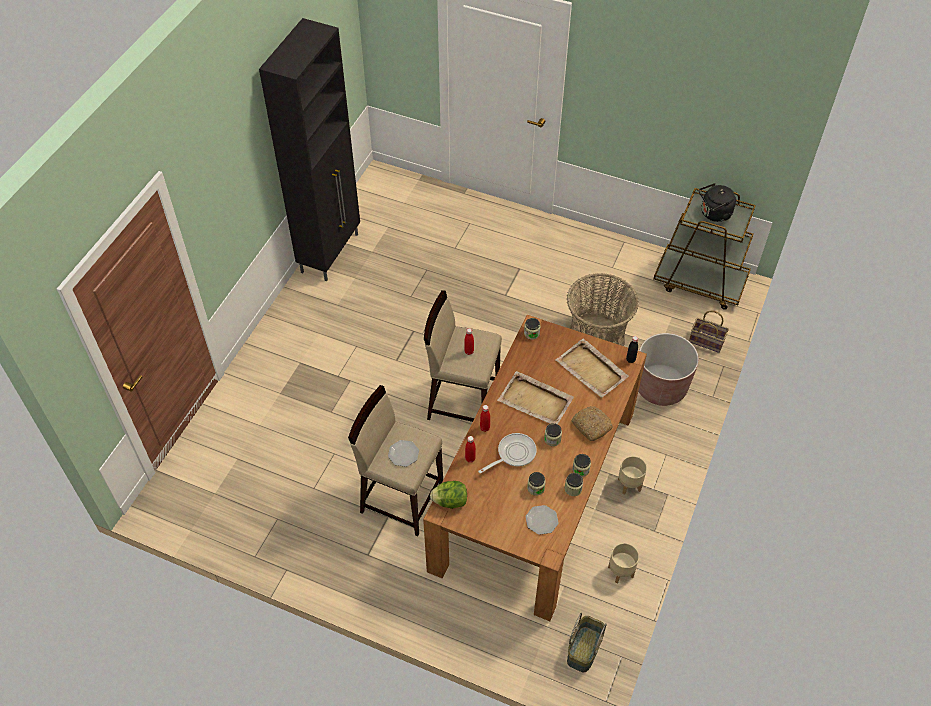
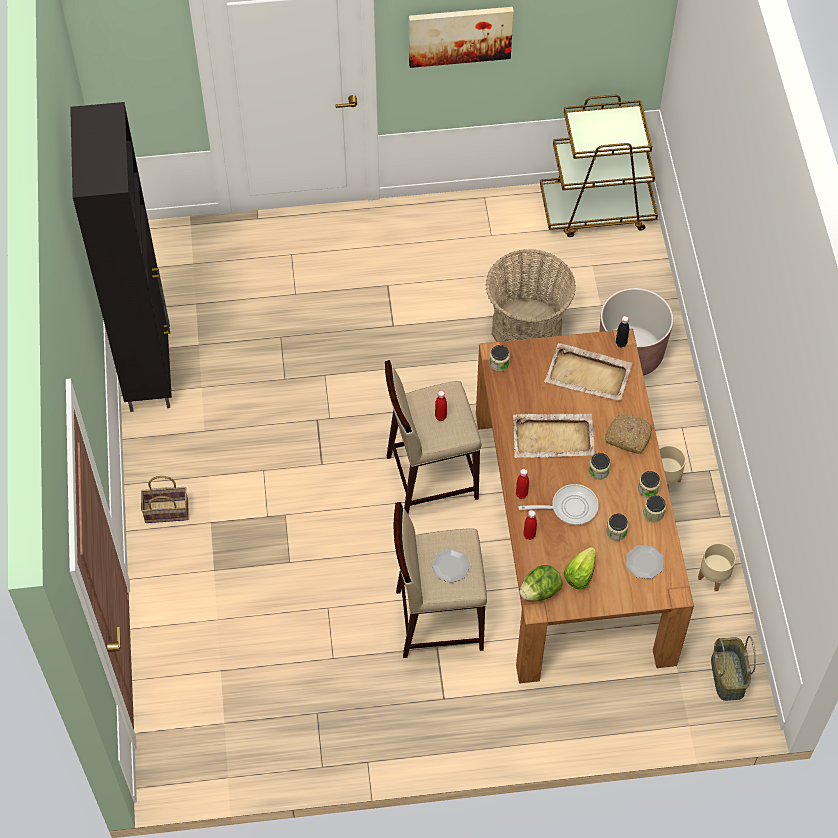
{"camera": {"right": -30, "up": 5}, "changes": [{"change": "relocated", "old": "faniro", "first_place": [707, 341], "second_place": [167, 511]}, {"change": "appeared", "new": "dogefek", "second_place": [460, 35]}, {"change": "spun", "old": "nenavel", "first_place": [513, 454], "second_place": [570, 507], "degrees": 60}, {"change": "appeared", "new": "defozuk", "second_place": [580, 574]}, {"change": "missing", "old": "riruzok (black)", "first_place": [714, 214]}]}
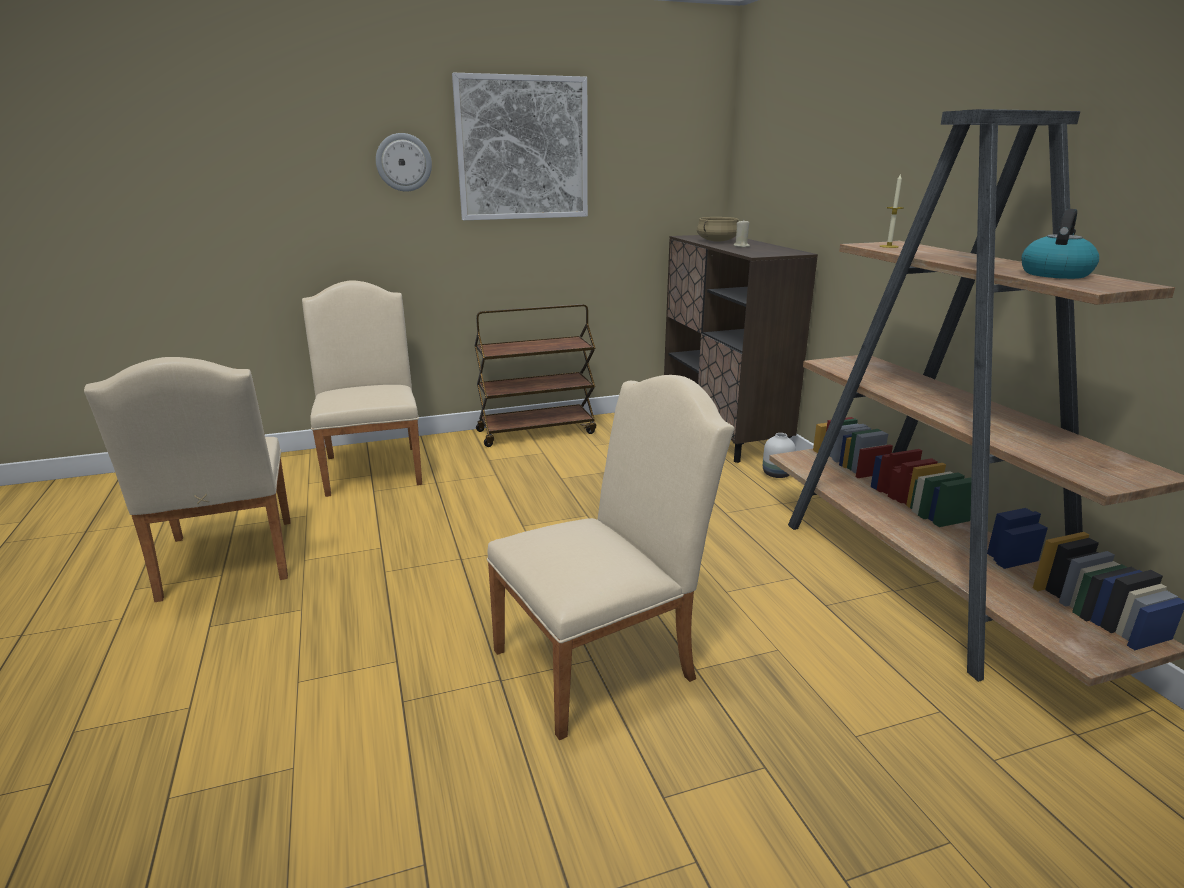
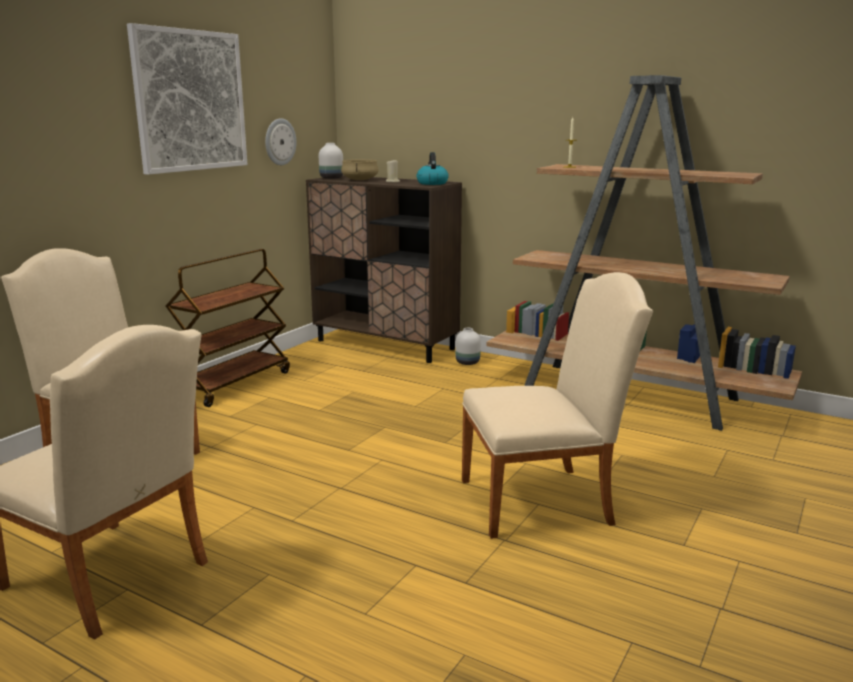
{"camera": {"right": -40, "up": -5}, "changes": [{"change": "relocated", "old": "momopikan", "first_place": [403, 162], "second_place": [279, 142]}, {"change": "appeared", "new": "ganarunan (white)", "second_place": [331, 178]}, {"change": "relocated", "old": "riruzok", "first_place": [1055, 274], "second_place": [432, 183]}, {"change": "spun", "old": "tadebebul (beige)", "first_place": [605, 659], "second_place": [545, 500], "degrees": 60}]}
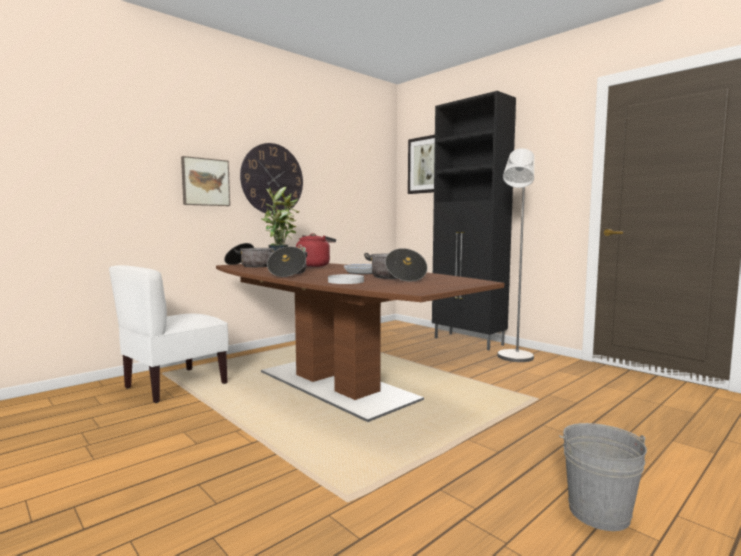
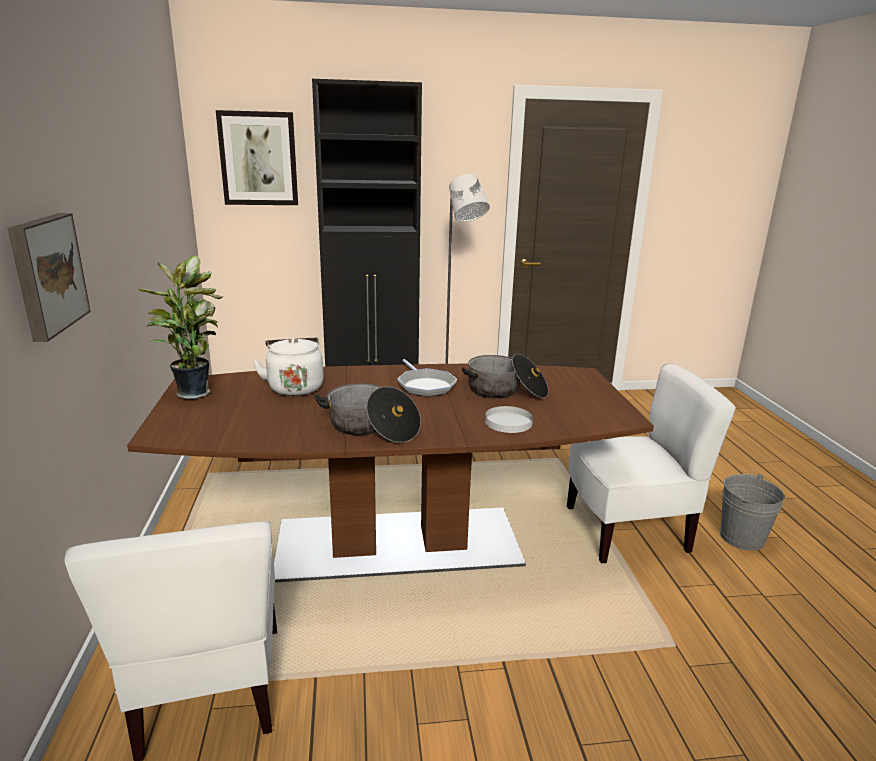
{"camera": {"right": -55, "up": 15}, "changes": [{"change": "colour", "old": "riruzok (red)", "new": "riruzok (white)", "first_place": [314, 265], "second_place": [295, 387]}, {"change": "appeared", "new": "tadebebul (white)", "second_place": [627, 531]}, {"change": "missing", "old": "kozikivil", "first_place": [251, 265]}, {"change": "missing", "old": "momopikan", "first_place": [272, 179]}]}
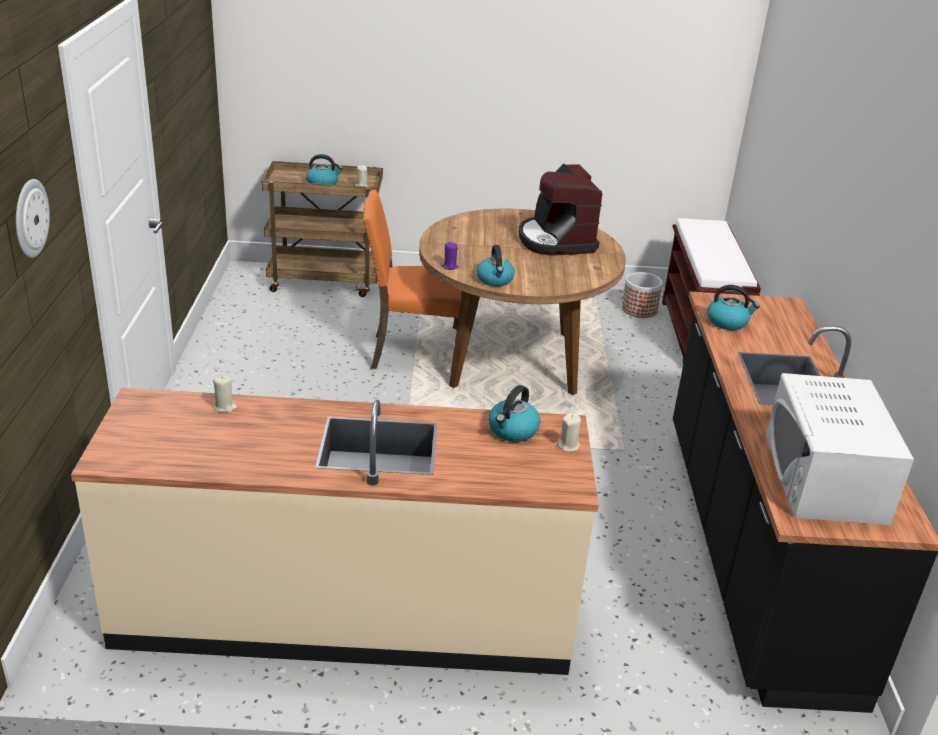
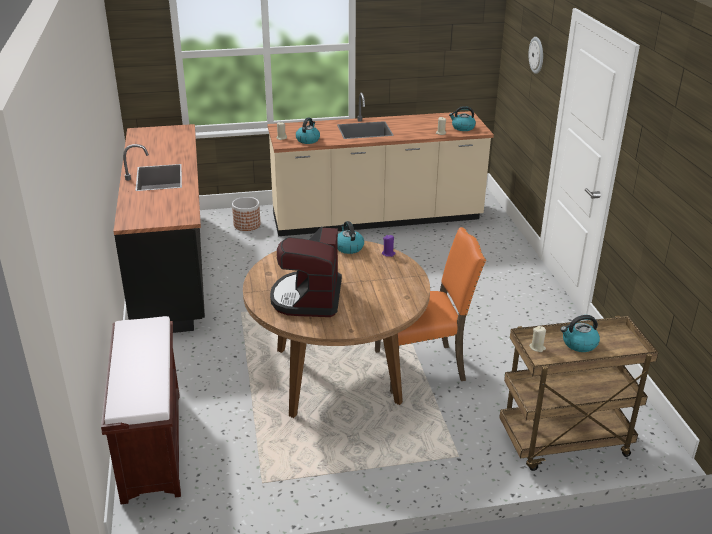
{"camera": {"right": 170, "up": 0}, "changes": [{"change": "relocated", "old": "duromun", "first_place": [639, 310], "second_place": [247, 224]}, {"change": "spun", "old": "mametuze", "first_place": [556, 240], "second_place": [308, 298], "degrees": -150}, {"change": "relocated", "old": "riruzok", "first_place": [728, 322], "second_place": [462, 128]}, {"change": "missing", "old": "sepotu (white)", "first_place": [824, 477]}]}
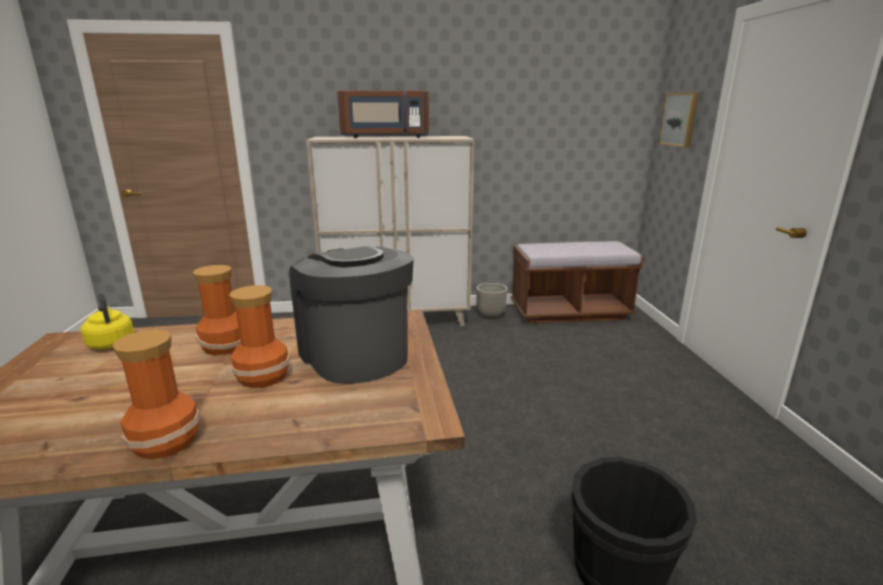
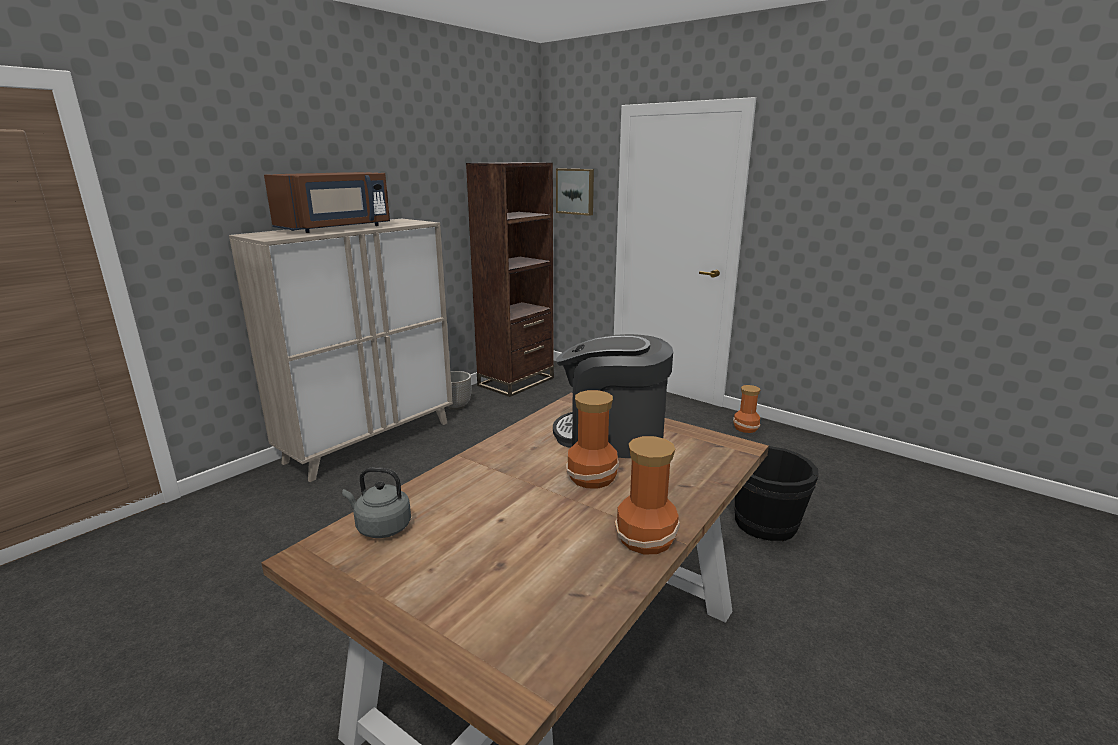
{"camera": {"right": -45, "up": 0}, "changes": [{"change": "colour", "old": "riruzok (yellow)", "new": "riruzok (grey)", "first_place": [111, 342], "second_place": [381, 527]}, {"change": "exchanged", "old": "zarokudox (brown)", "new": "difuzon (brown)", "first_place": [569, 312], "second_place": [516, 382]}, {"change": "relocated", "old": "ganarunan", "first_place": [224, 345], "second_place": [745, 428]}]}
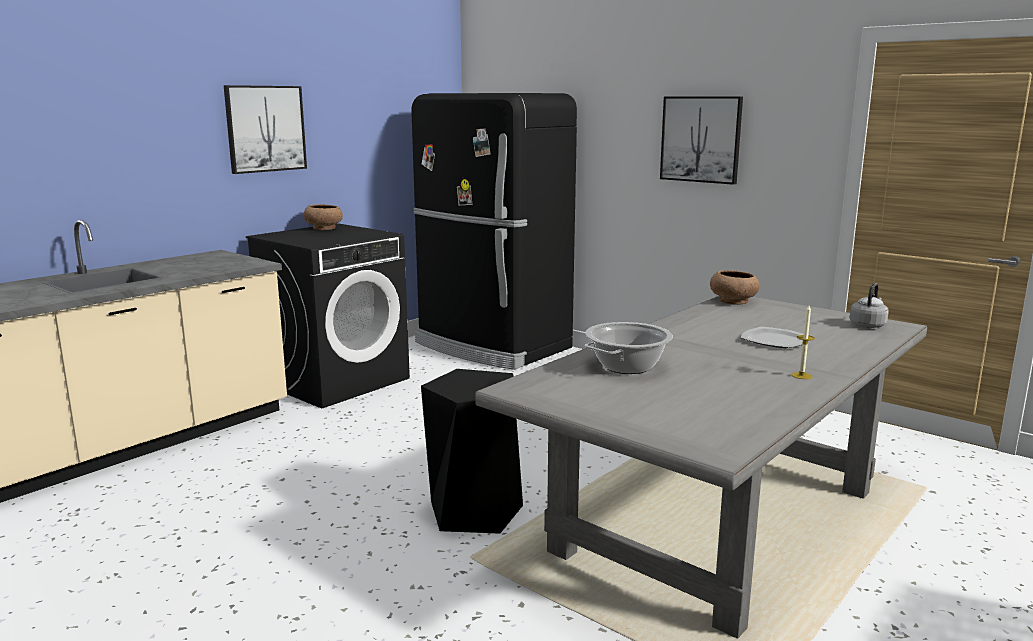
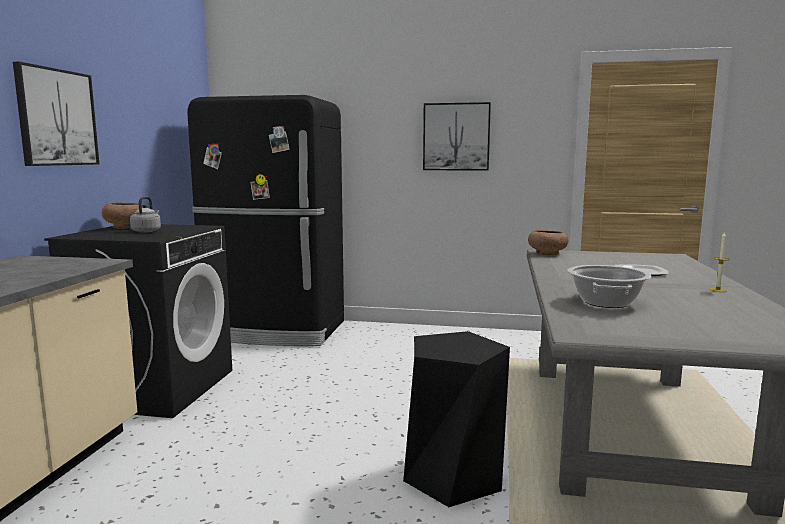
{"camera": {"right": -30, "up": -5}, "changes": [{"change": "relocated", "old": "riruzok (grey)", "first_place": [868, 325], "second_place": [147, 231]}]}
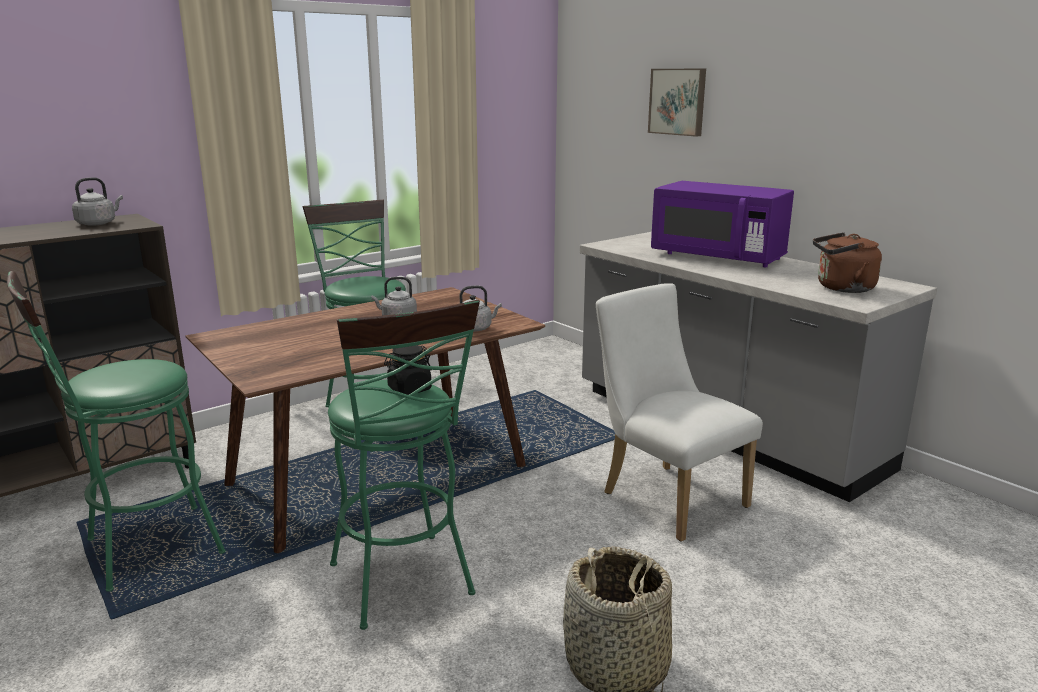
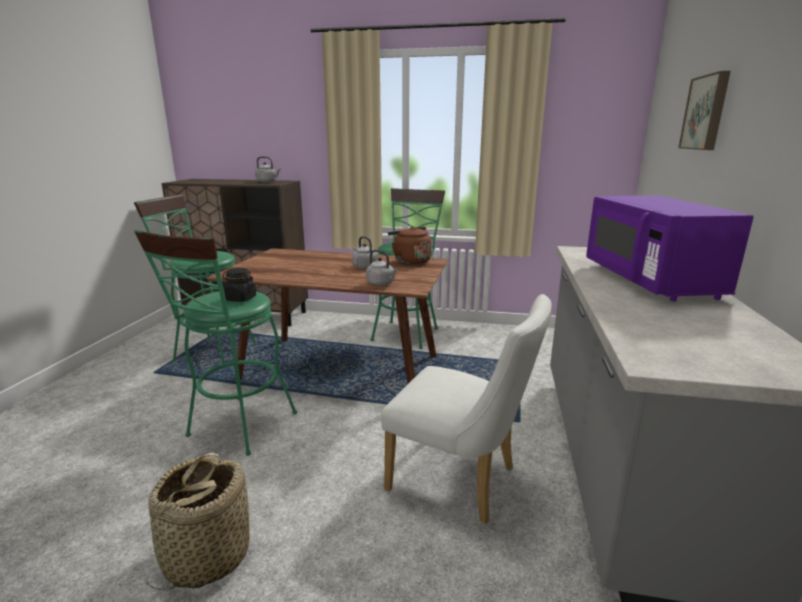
{"camera": {"right": 50, "up": 0}, "changes": [{"change": "spun", "old": "tadebebul (white)", "first_place": [666, 496], "second_place": [461, 481], "degrees": 105}, {"change": "relocated", "old": "riruzok (brown)", "first_place": [842, 288], "second_place": [410, 261]}]}
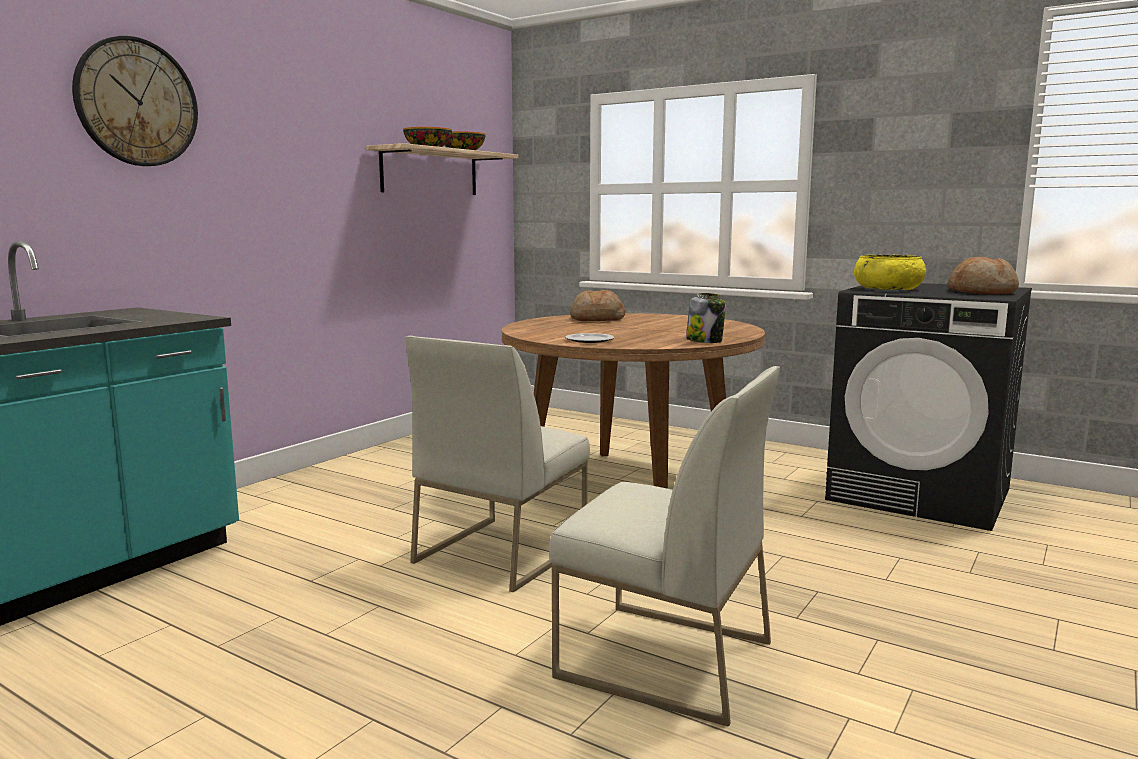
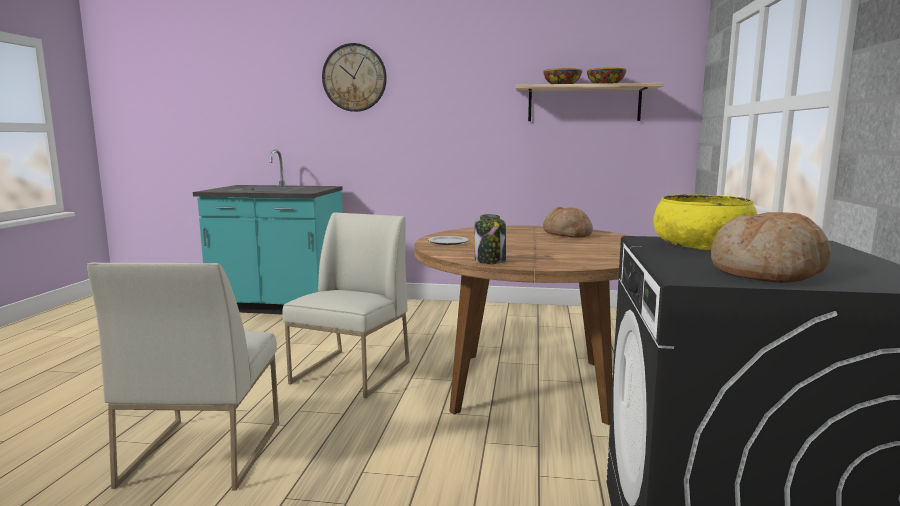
{"camera": {"right": 65, "up": 0}, "changes": [{"change": "spun", "old": "tadebebul (white)", "first_place": [501, 552], "second_place": [352, 373], "degrees": 105}]}
